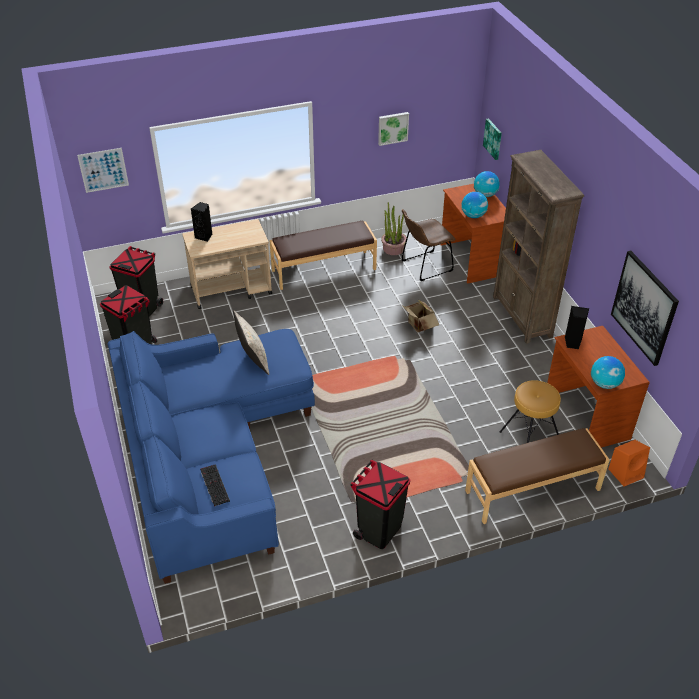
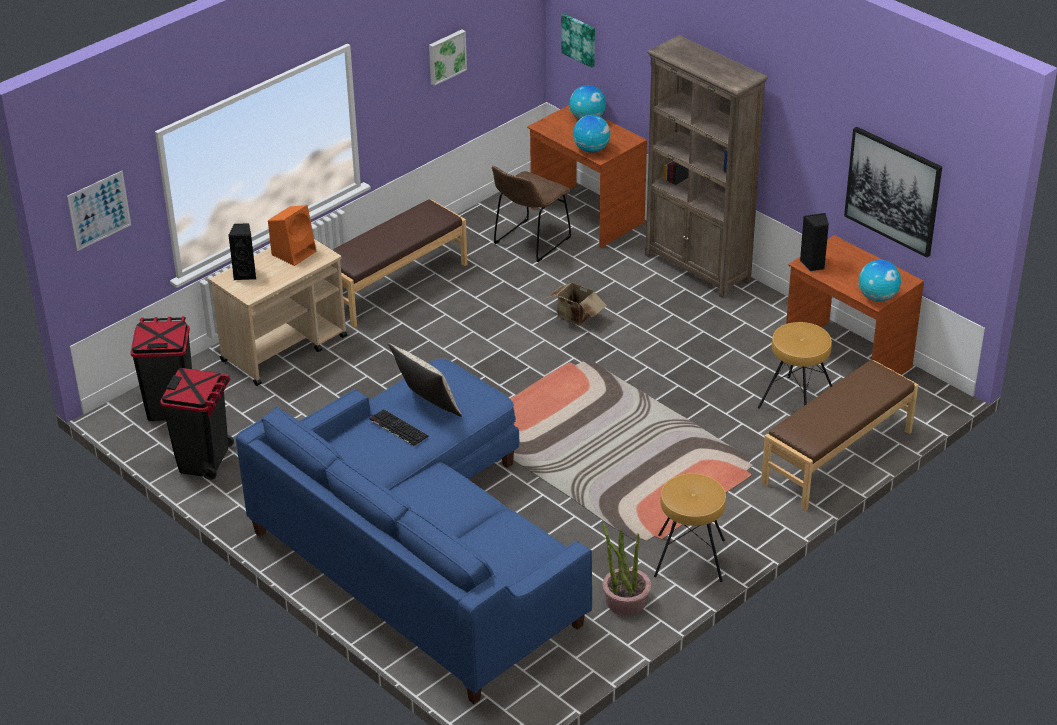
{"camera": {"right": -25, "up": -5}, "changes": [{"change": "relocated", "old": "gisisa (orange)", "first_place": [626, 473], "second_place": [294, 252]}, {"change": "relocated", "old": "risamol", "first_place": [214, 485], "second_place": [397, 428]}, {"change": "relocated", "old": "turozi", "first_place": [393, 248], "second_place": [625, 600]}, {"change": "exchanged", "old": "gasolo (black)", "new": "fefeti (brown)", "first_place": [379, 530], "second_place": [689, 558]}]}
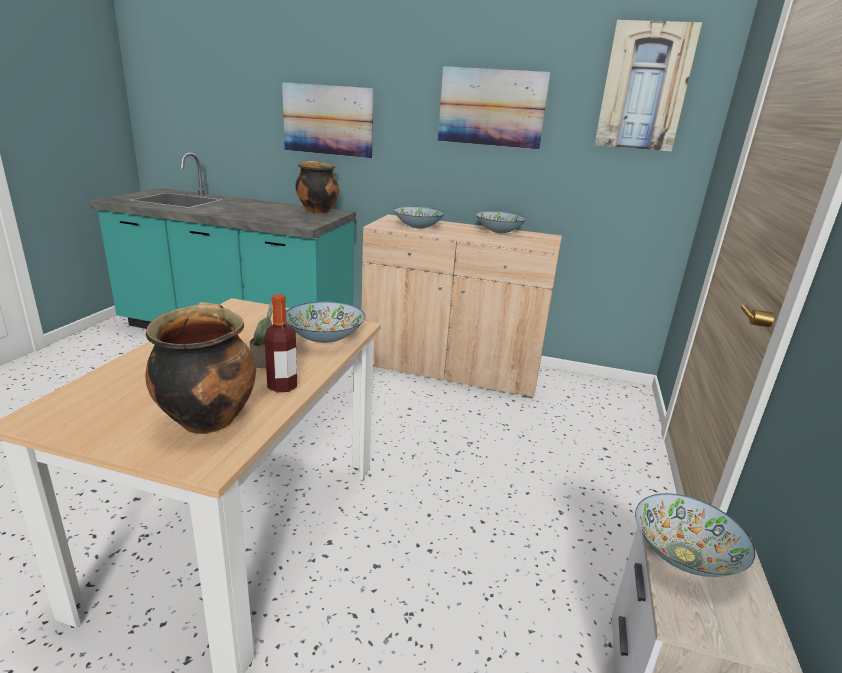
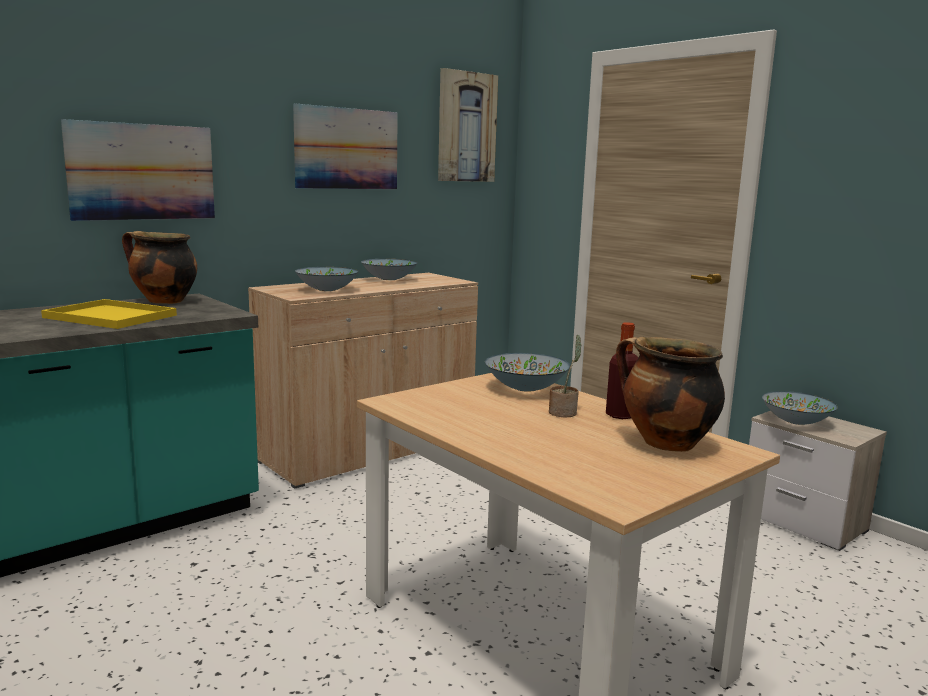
{"camera": {"right": -55, "up": -10}, "changes": [{"change": "appeared", "new": "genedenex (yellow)", "second_place": [113, 316]}]}
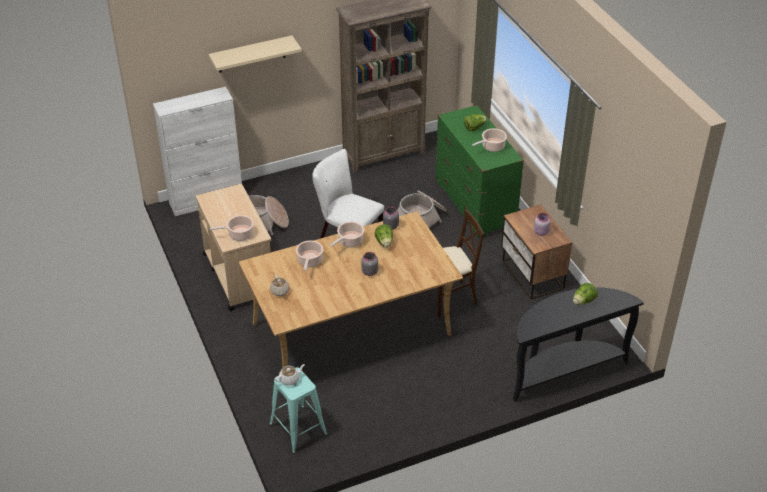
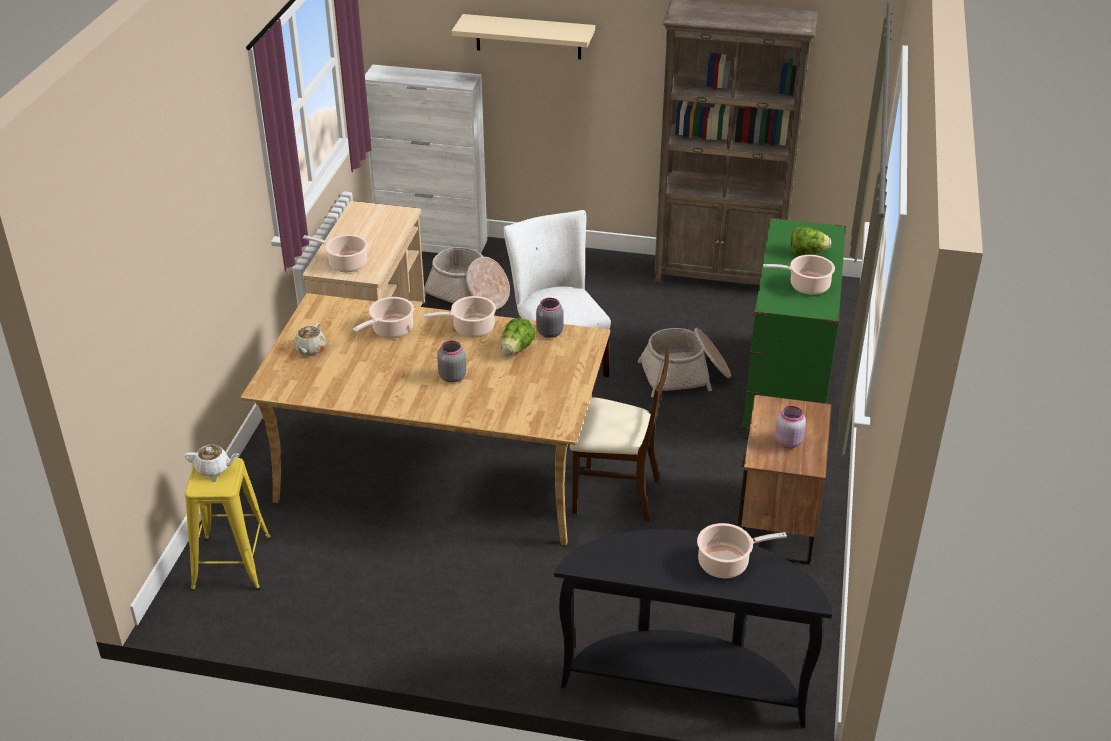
{"camera": {"right": 35, "up": -5}, "changes": [{"change": "colour", "old": "fefeti (turquoise)", "new": "fefeti (yellow)", "first_place": [298, 429], "second_place": [231, 563]}, {"change": "exchanged", "old": "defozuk", "new": "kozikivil", "first_place": [583, 301], "second_place": [727, 563]}]}
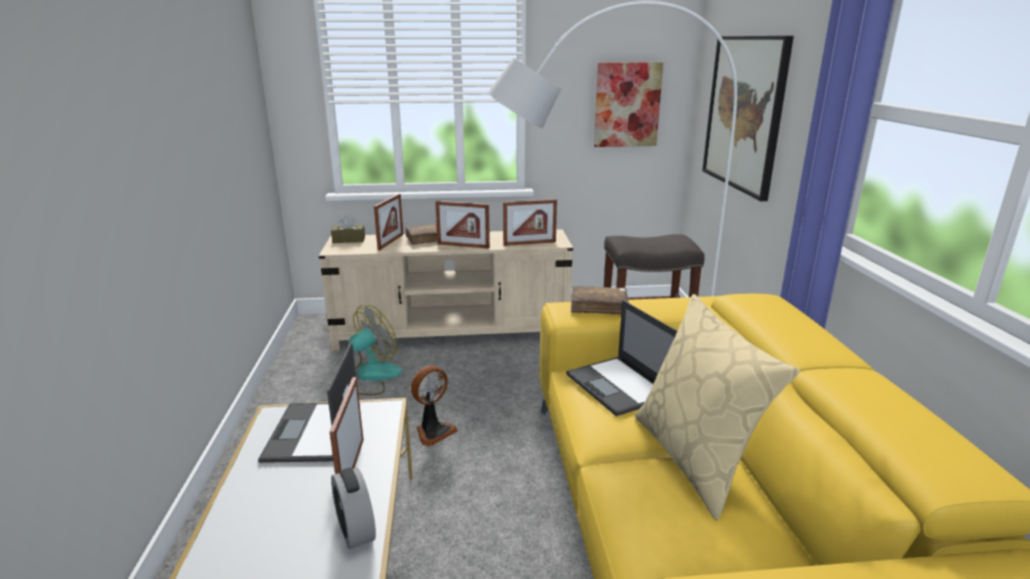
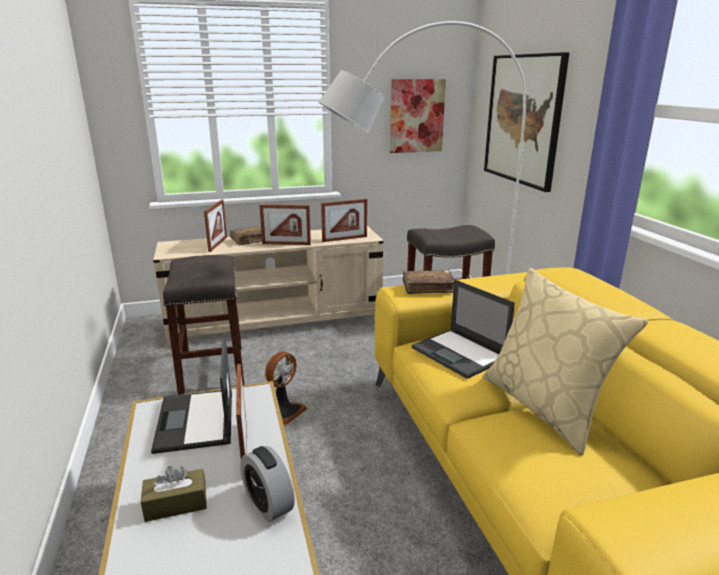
{"camera": {"right": -10, "up": 0}, "changes": [{"change": "relocated", "old": "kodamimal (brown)", "first_place": [349, 240], "second_place": [176, 504]}, {"change": "exchanged", "old": "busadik", "new": "fefeti (grey)", "first_place": [369, 376], "second_place": [211, 368]}]}
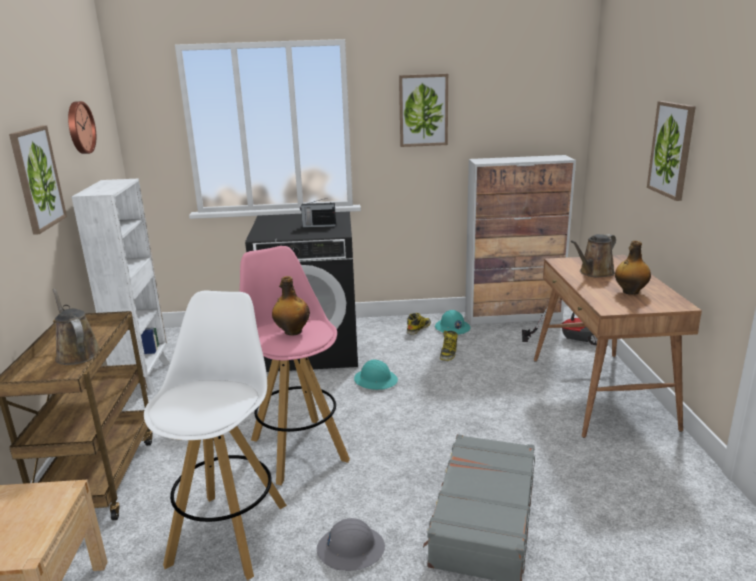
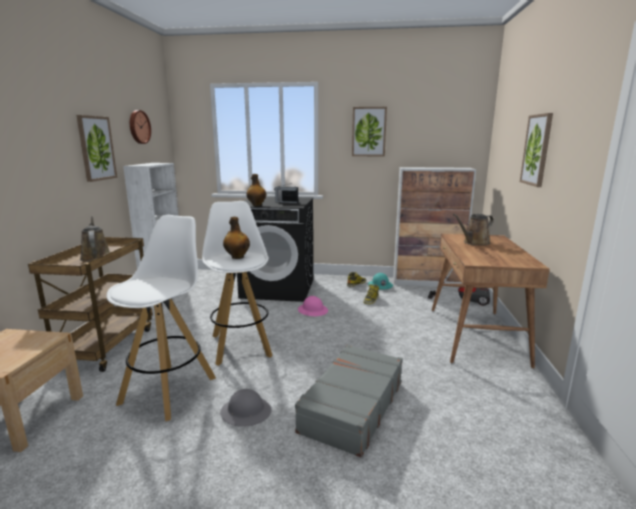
{"camera": {"right": 10, "up": -5}, "changes": [{"change": "colour", "old": "fefeti (pink)", "new": "fefeti (white)", "first_place": [298, 448], "second_place": [241, 345]}, {"change": "relocated", "old": "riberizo", "first_place": [630, 292], "second_place": [256, 205]}, {"change": "colour", "old": "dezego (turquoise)", "new": "dezego (pink)", "first_place": [375, 380], "second_place": [313, 310]}]}
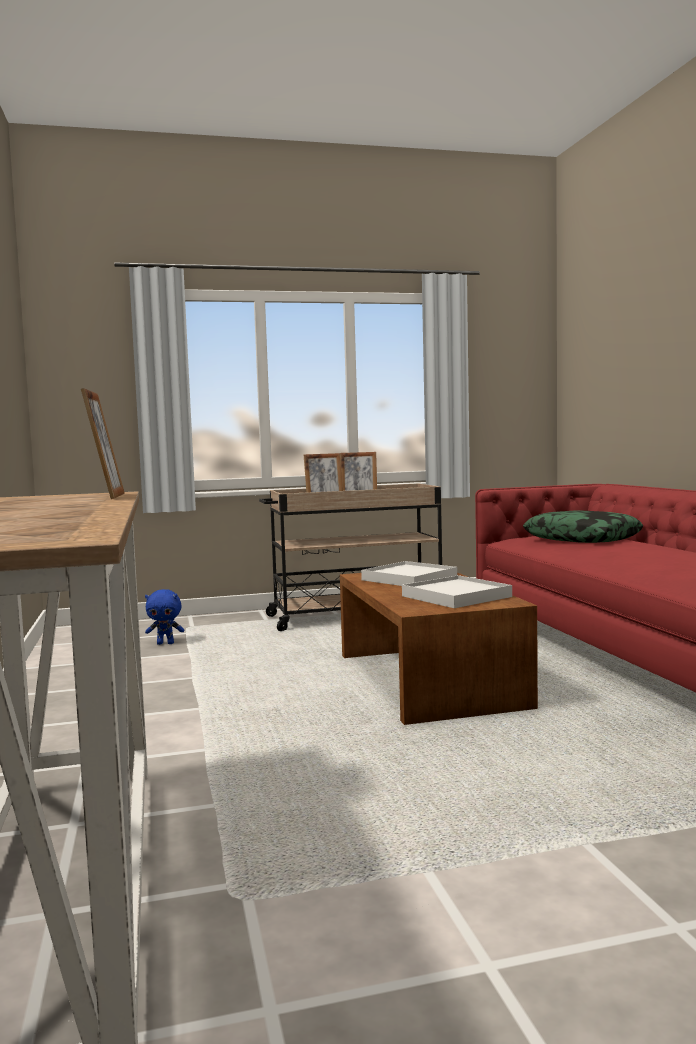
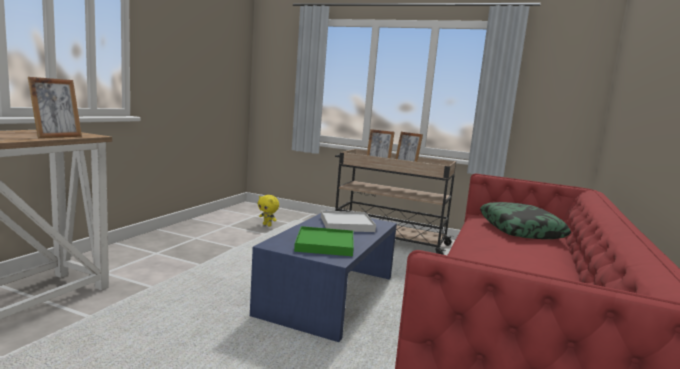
{"camera": {"right": 35, "up": 5}, "changes": [{"change": "colour", "old": "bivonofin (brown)", "new": "bivonofin (blue)", "first_place": [429, 680], "second_place": [329, 295]}, {"change": "colour", "old": "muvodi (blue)", "new": "muvodi (yellow)", "first_place": [166, 643], "second_place": [267, 225]}, {"change": "colour", "old": "genedenex (white)", "new": "genedenex (green)", "first_place": [456, 596], "second_place": [325, 244]}]}
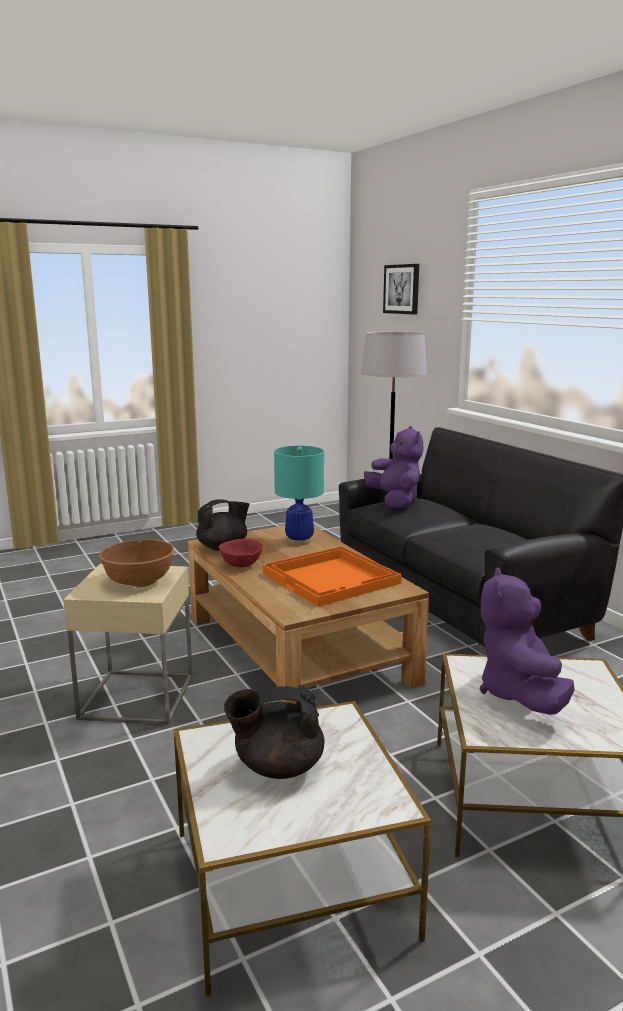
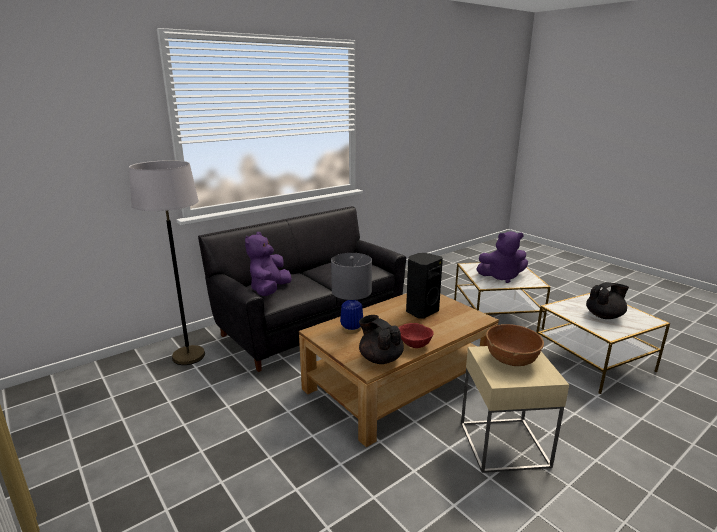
{"camera": {"right": -100, "up": 5}, "changes": [{"change": "spun", "old": "muvodi (purple)", "first_place": [395, 501], "second_place": [269, 290], "degrees": -45}, {"change": "colour", "old": "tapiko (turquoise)", "new": "tapiko (grey)", "first_place": [299, 541], "second_place": [352, 328]}, {"change": "exchanged", "old": "genedenex (orange)", "new": "gisisa (black)", "first_place": [332, 578], "second_place": [421, 311]}, {"change": "spun", "old": "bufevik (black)", "first_place": [277, 767], "second_place": [604, 316], "degrees": -90}, {"change": "missing", "old": "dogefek", "first_place": [402, 289]}]}
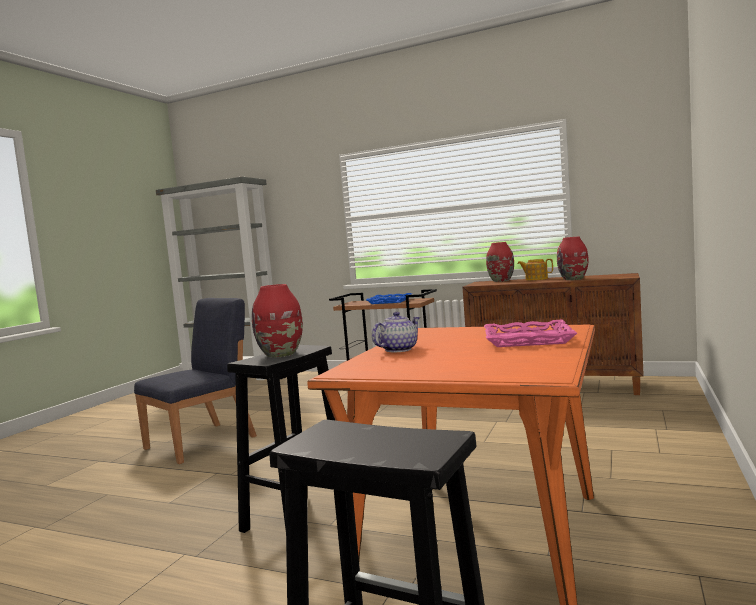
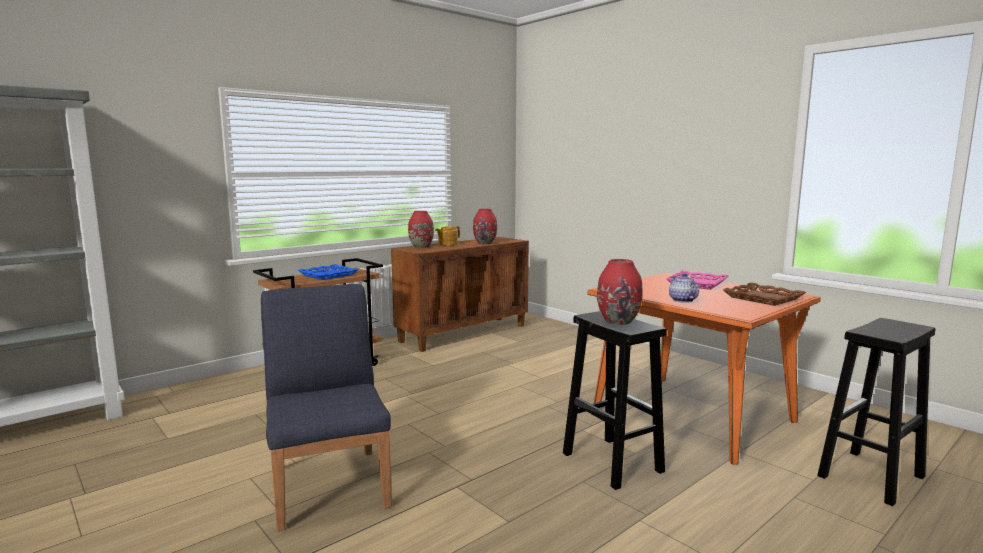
{"camera": {"right": -65, "up": 5}, "changes": [{"change": "appeared", "new": "genedenex (brown)", "second_place": [763, 298]}]}
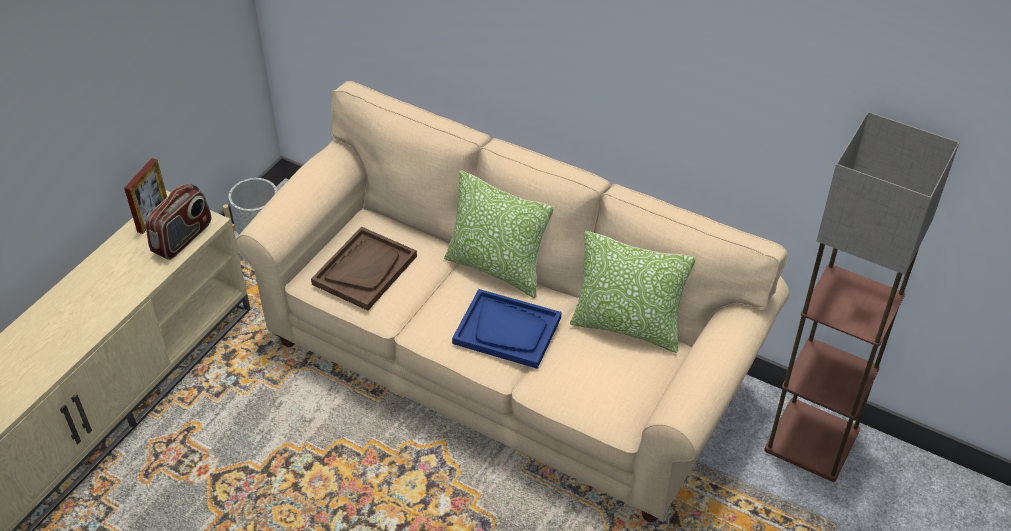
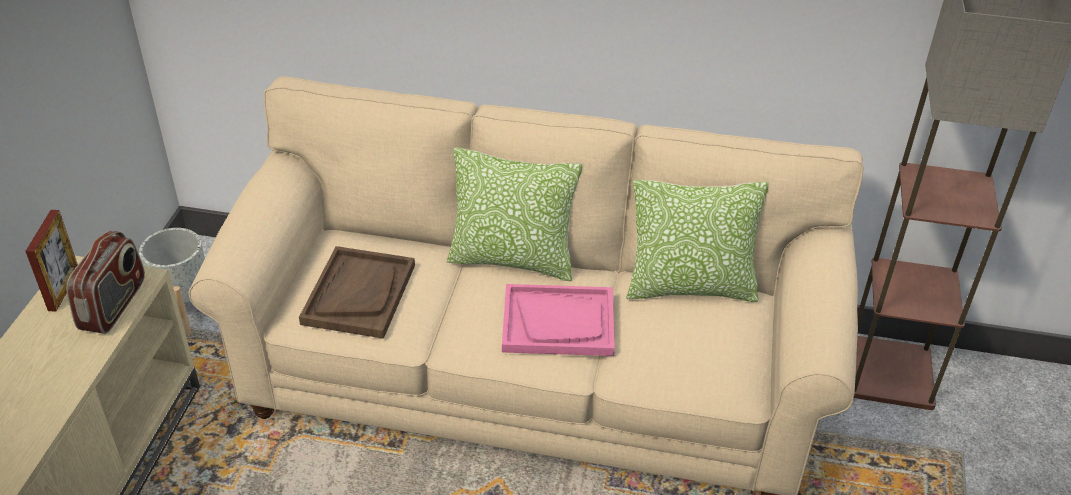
{"camera": {"right": -20, "up": -5}, "changes": [{"change": "colour", "old": "genedenex (blue)", "new": "genedenex (pink)", "first_place": [507, 330], "second_place": [558, 322]}]}
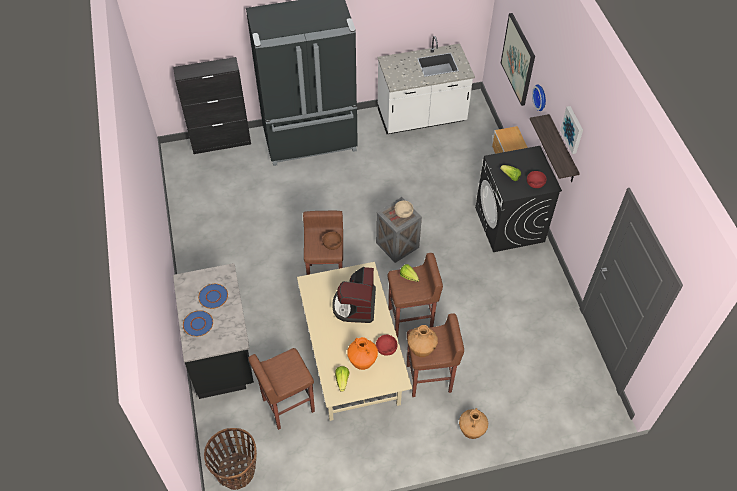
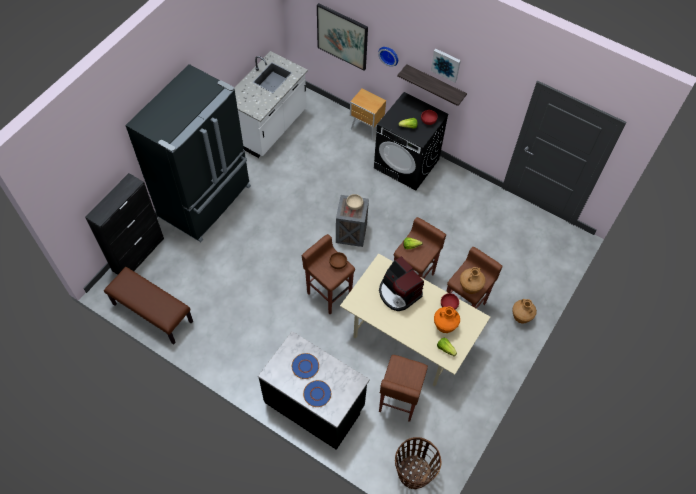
{"camera": {"right": -45, "up": 5}, "changes": [{"change": "appeared", "new": "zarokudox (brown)", "second_place": [152, 313]}]}
